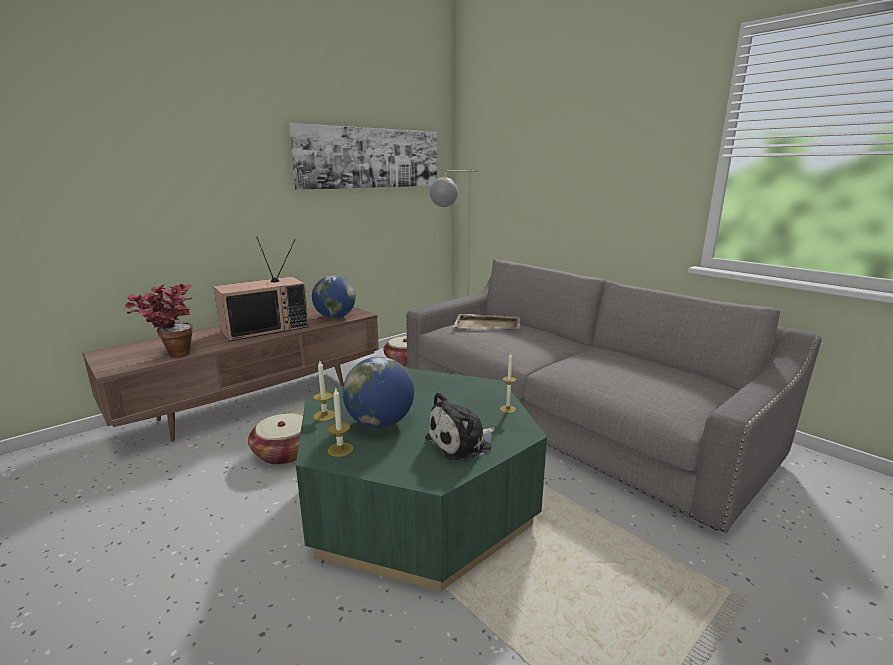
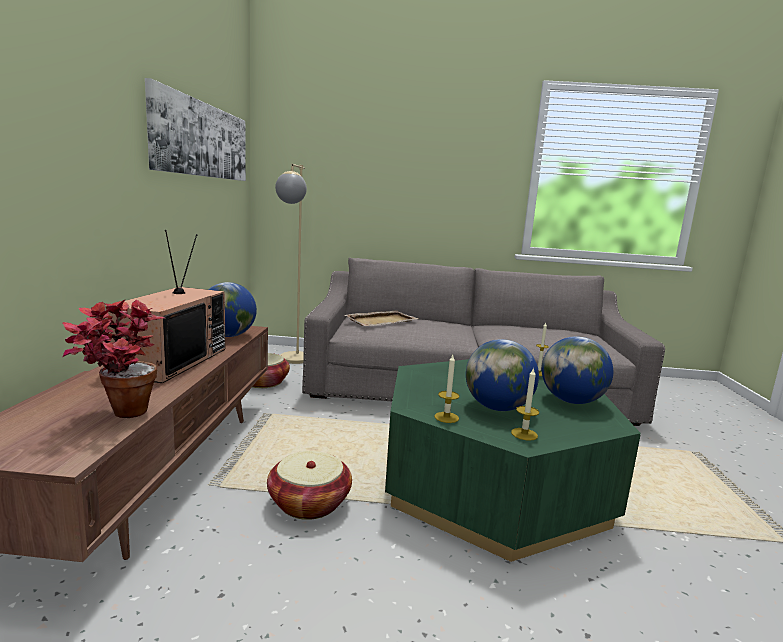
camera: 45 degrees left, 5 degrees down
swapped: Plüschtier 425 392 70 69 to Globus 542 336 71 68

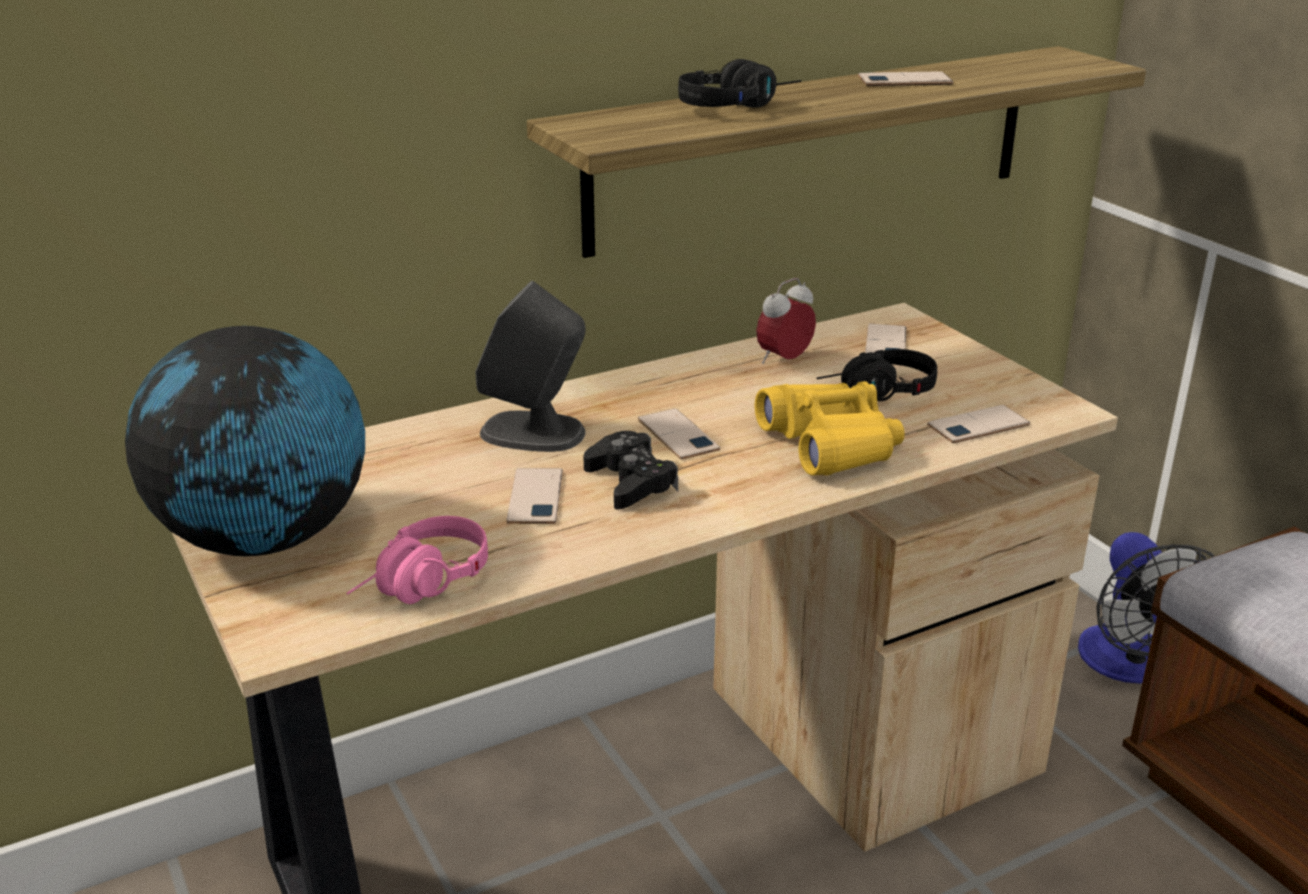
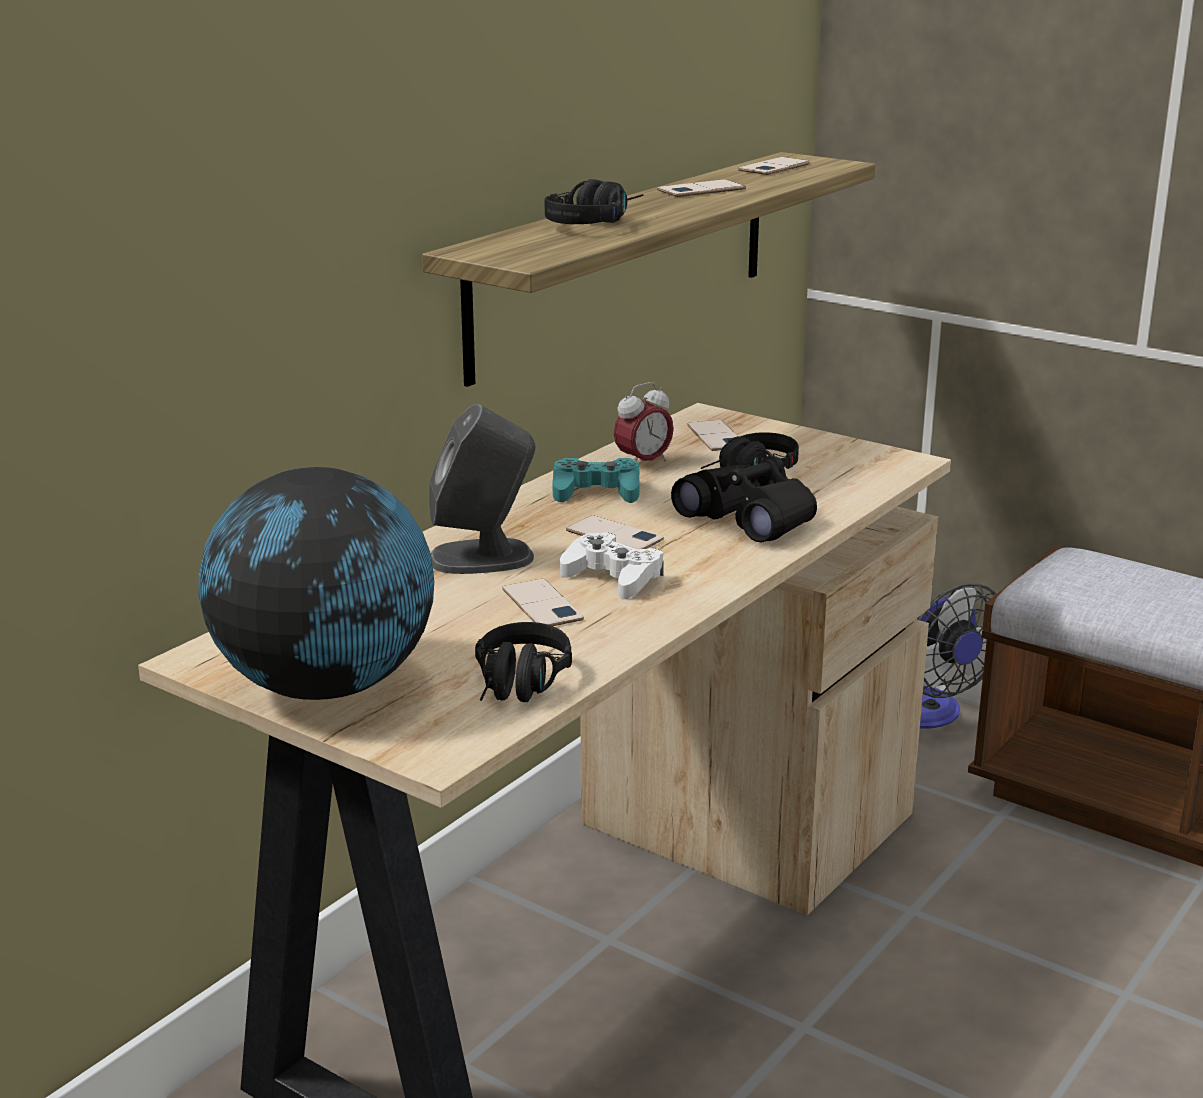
camera: 25 degrees left, 5 degrees down
new: Gamepad (türkis) 553 458 86 45
shifted: Handy 927 405 103 38 to 738 157 72 18
repainted: Kopfhörer (rosa) 346 516 142 88 to Kopfhörer (schwarz) 475 622 97 80; Gamepad (schwarz) 583 431 95 79 to Gamepad (weiß) 560 532 104 68; Fernglas (gelb) 755 381 150 94 to Fernglas (schwarz) 671 455 146 88
rotated: Wecker 756 278 60 86 = 614 382 60 80 150 degrees counterclockwise

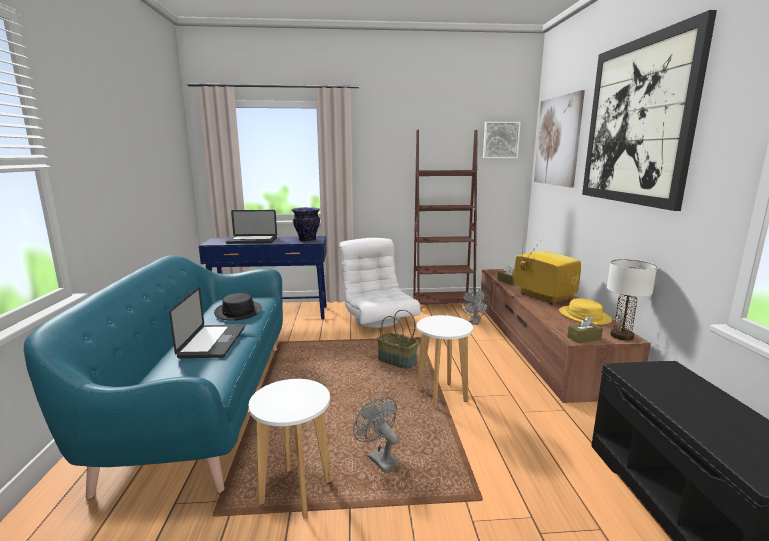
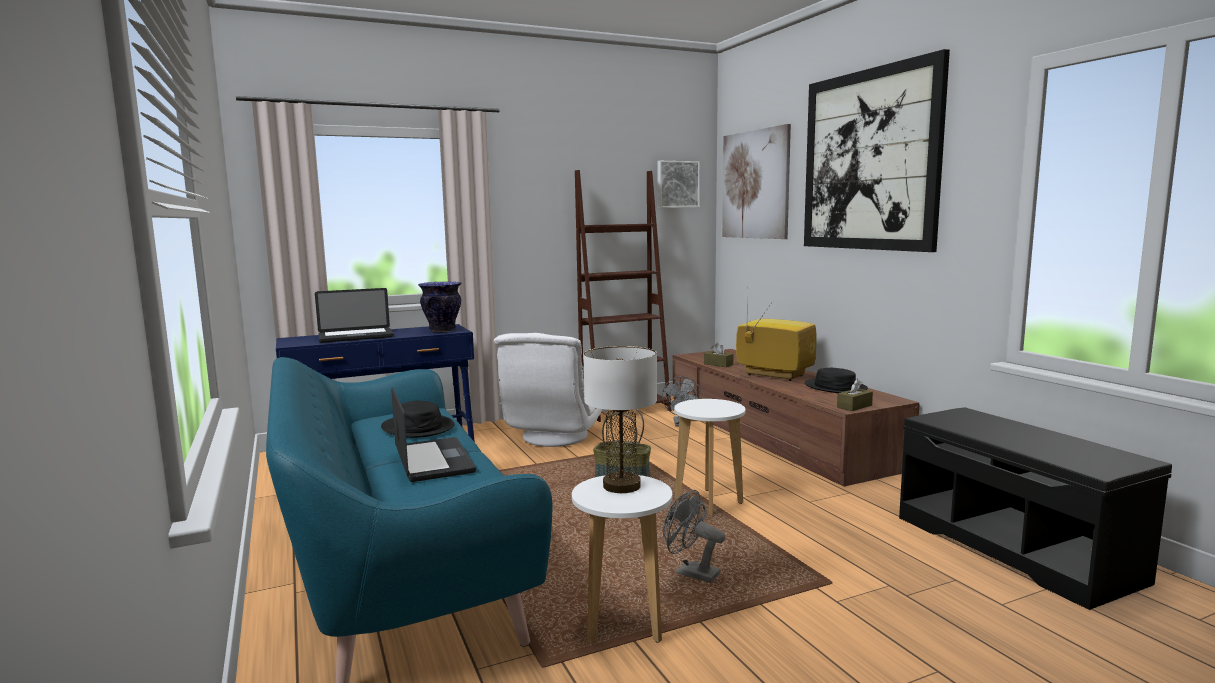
camera: 20 degrees left, 5 degrees down
shifted: Tischlampe 607 259 50 82 to 583 346 74 147
repainted: Hut (gelb) 559 298 53 27 to Hut (schwarz) 805 368 63 25
rotated: Sessel (weiß) 339 238 82 90 = 493 333 115 114 120 degrees counterclockwise

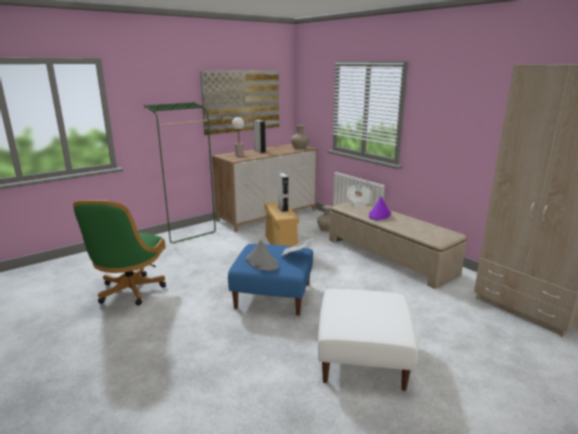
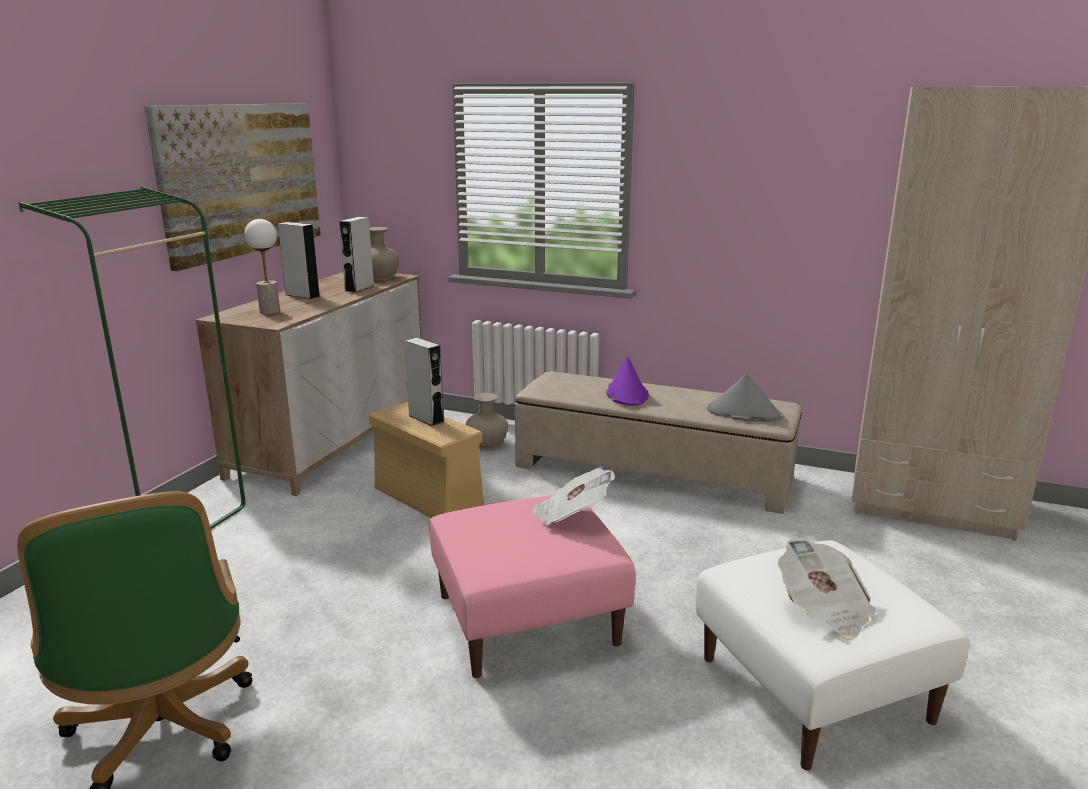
camera: 30 degrees left, 0 degrees up
new: Lautsprecher (grau) 339 217 36 75
shifted: Hut (grau) 246 240 33 31 to 707 374 76 48; Zeitung 346 184 26 23 to 778 537 99 104
repainted: Polsterhocker (blau) 228 244 85 72 to Polsterhocker (rosa) 429 495 206 183

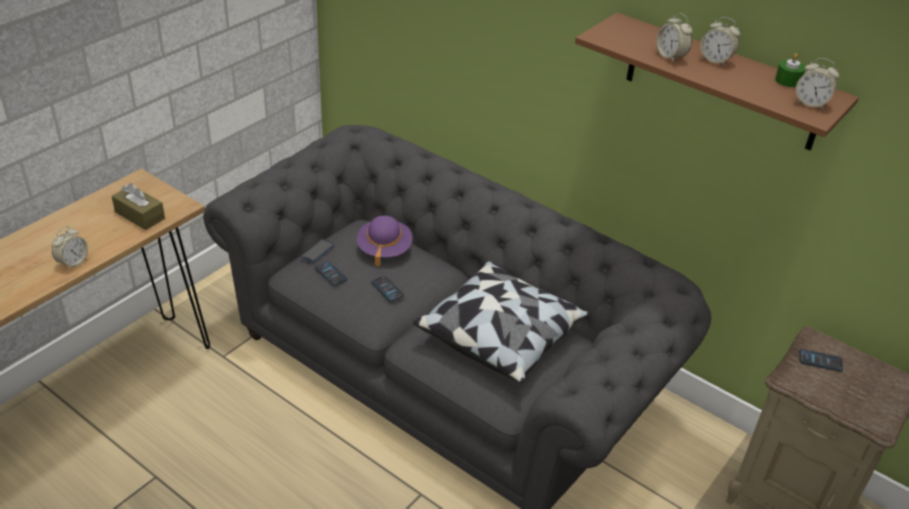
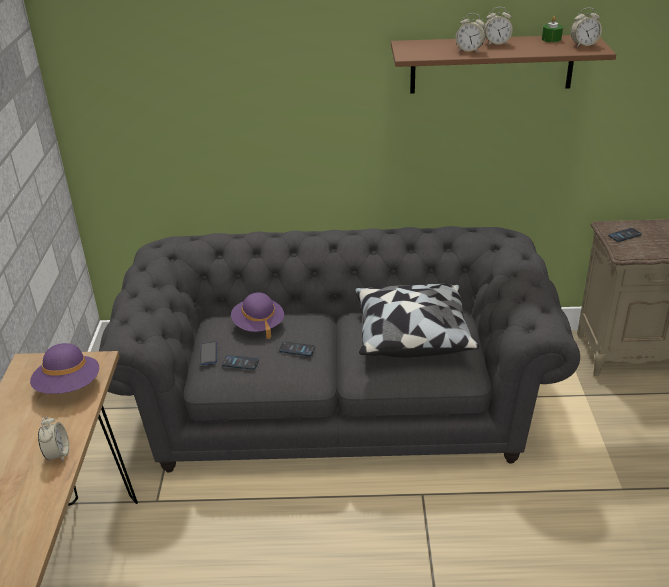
camera: 35 degrees left, 5 degrees down
swapped: Taschentuchbox (braun) 112 183 53 47 to Hut (lila) 30 343 69 51

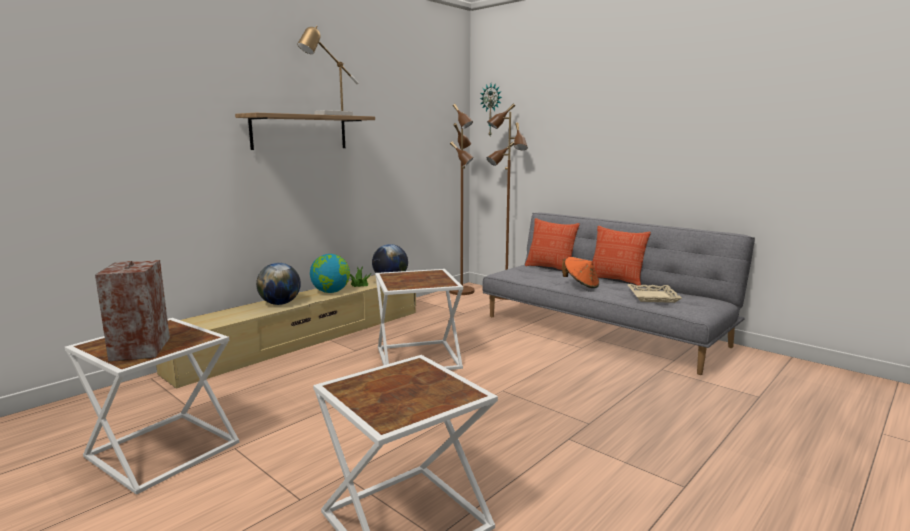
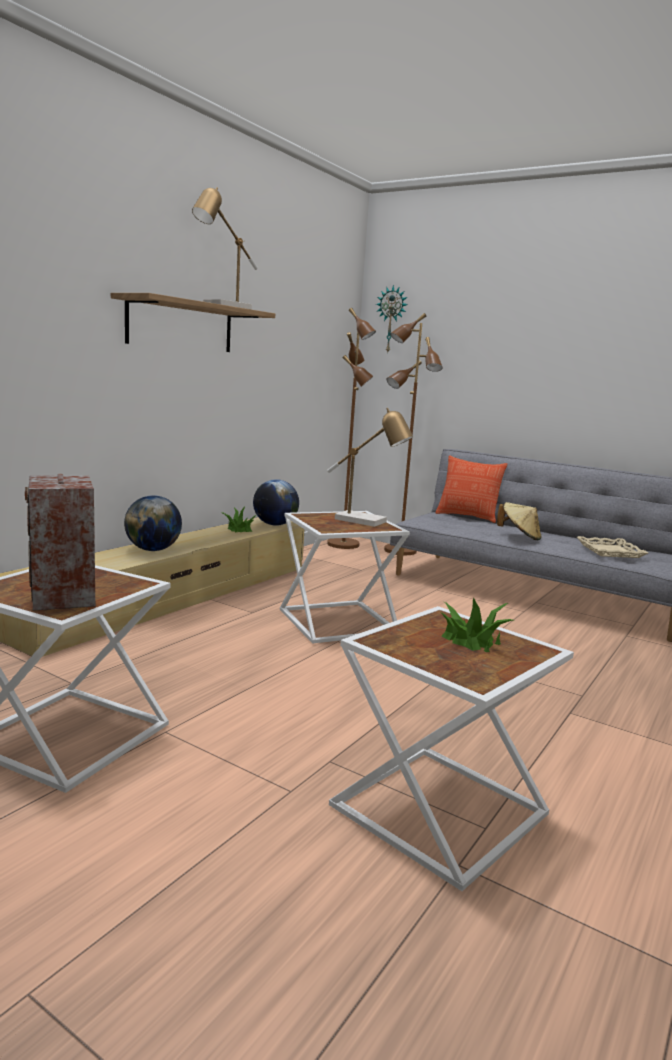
camera: 10 degrees left, 0 degrees up
gone: Globus 310 254 40 39; Kissen (orange) 592 226 59 60
new: Tischlampe 327 408 86 119; Topfpflanze 440 597 74 55
repainted: Hut (orange) 562 257 37 31 to Hut (beige) 497 502 44 38

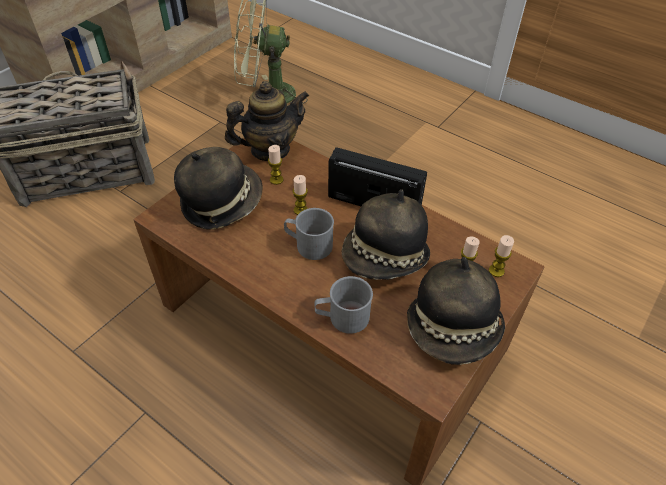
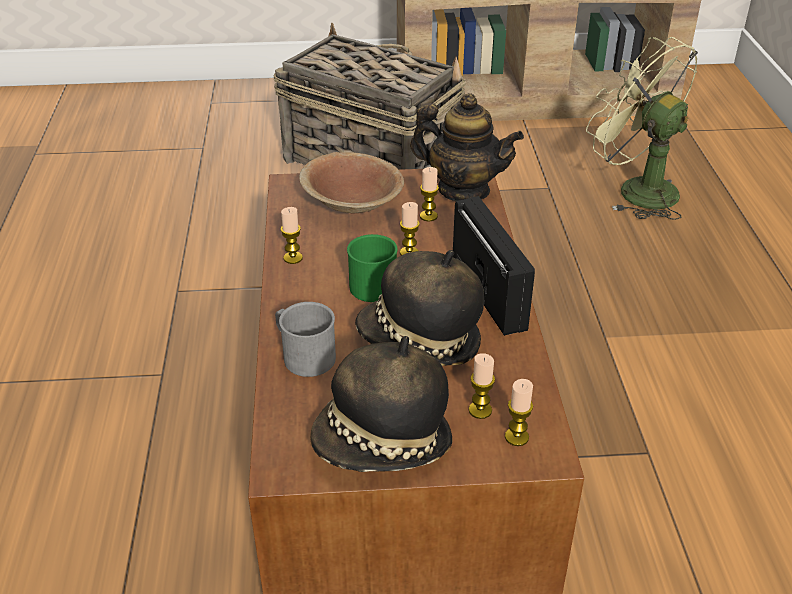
camera: 50 degrees right, 10 degrees down
new: Kerze 281 207 22 57
swapped: Hut 174 147 89 83 to Schüssel (braun) 299 152 105 61
repainted: Henkelbecher (grau) 284 208 50 52 to Henkelbecher (grün) 347 234 51 68

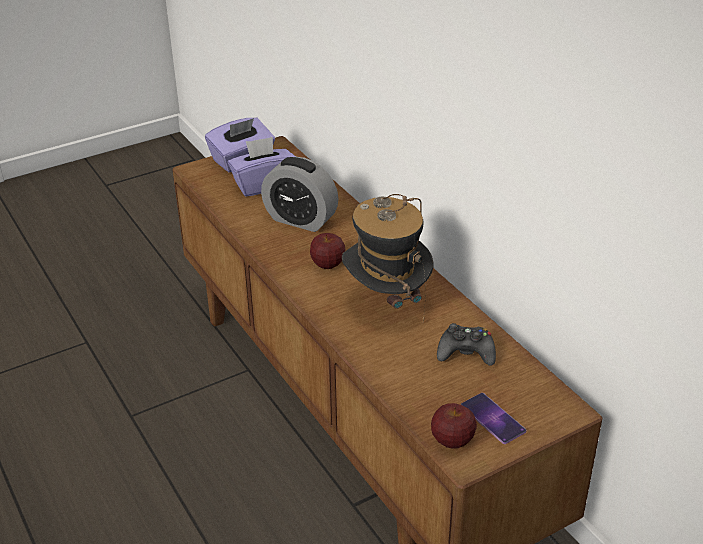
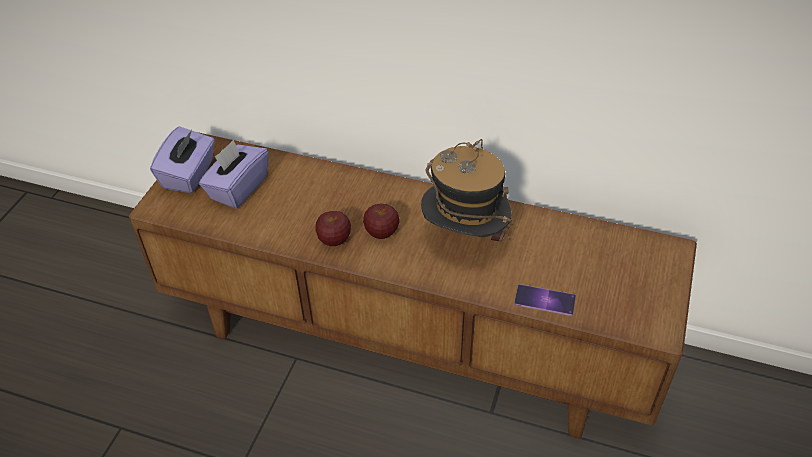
camera: 40 degrees left, 10 degrees up
gone: Wecker 261 157 78 75; Gamepad (schwarz) 437 323 59 43
shifted: Apfel 431 403 46 46 to 316 211 35 35; Handy 461 393 65 51 to 514 284 62 32

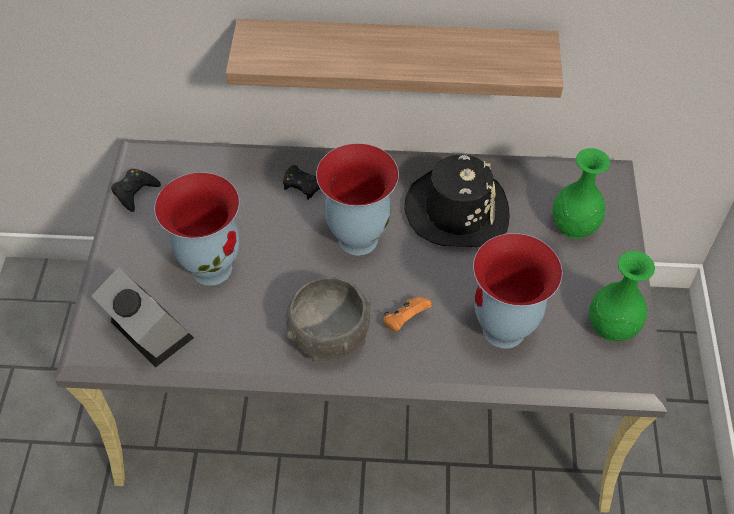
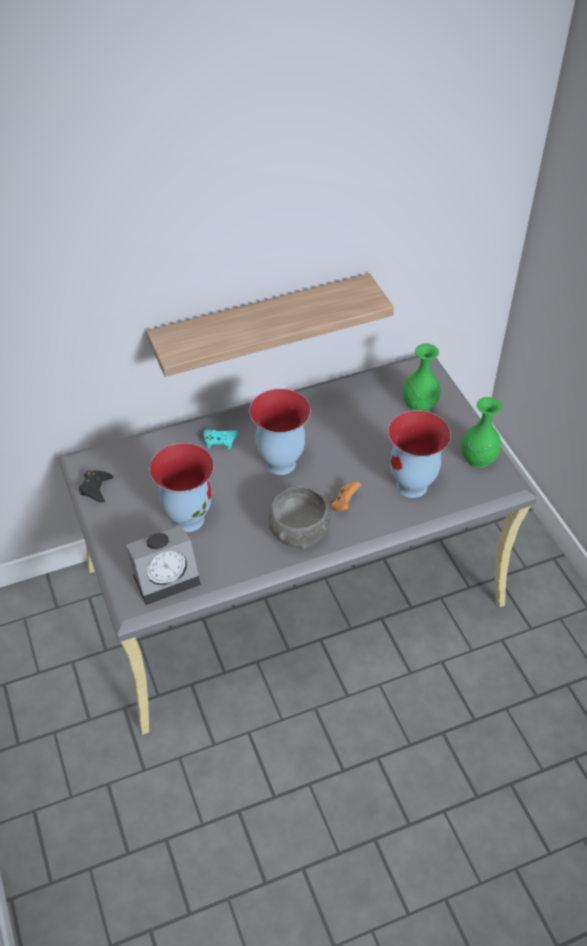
camera: 25 degrees left, 5 degrees down
gone: Hut (schwarz) 404 154 106 93
repainted: Gamepad (schwarz) 283 165 37 35 to Gamepad (türkis) 203 429 35 21
rotated: Wecker 91 267 103 101 = 126 526 75 79 135 degrees clockwise

